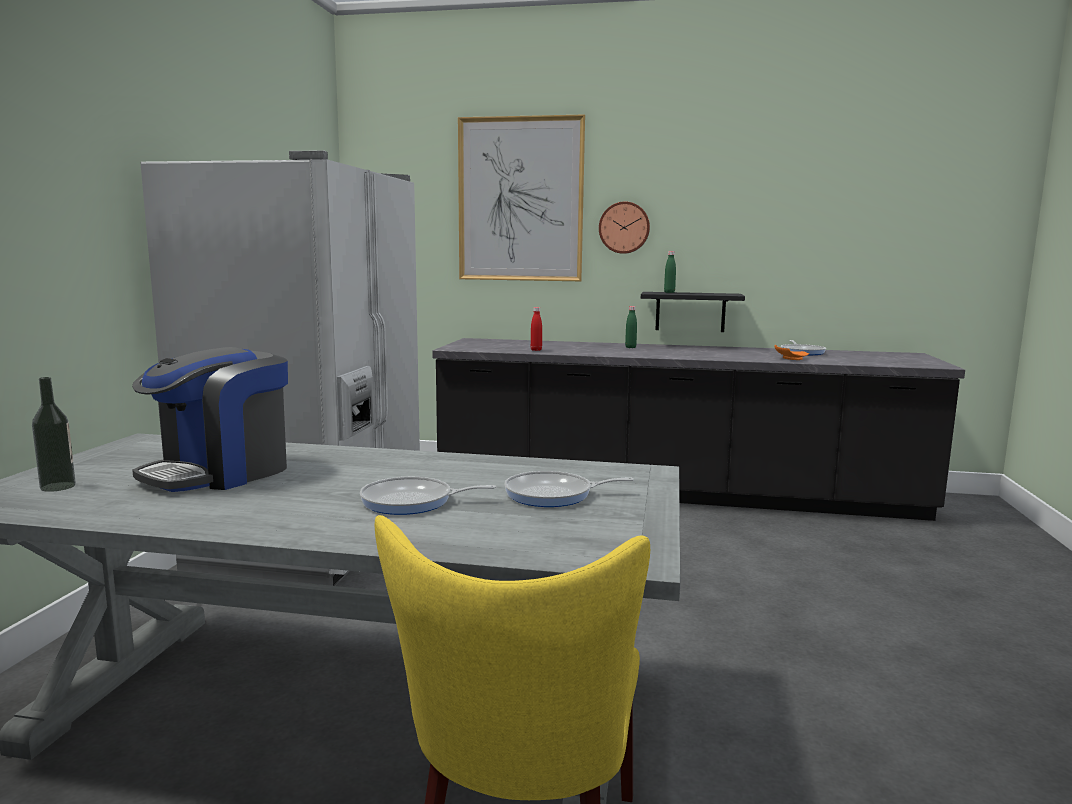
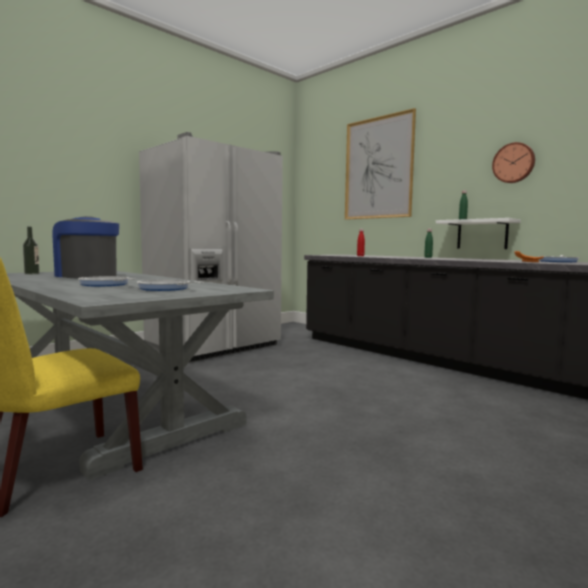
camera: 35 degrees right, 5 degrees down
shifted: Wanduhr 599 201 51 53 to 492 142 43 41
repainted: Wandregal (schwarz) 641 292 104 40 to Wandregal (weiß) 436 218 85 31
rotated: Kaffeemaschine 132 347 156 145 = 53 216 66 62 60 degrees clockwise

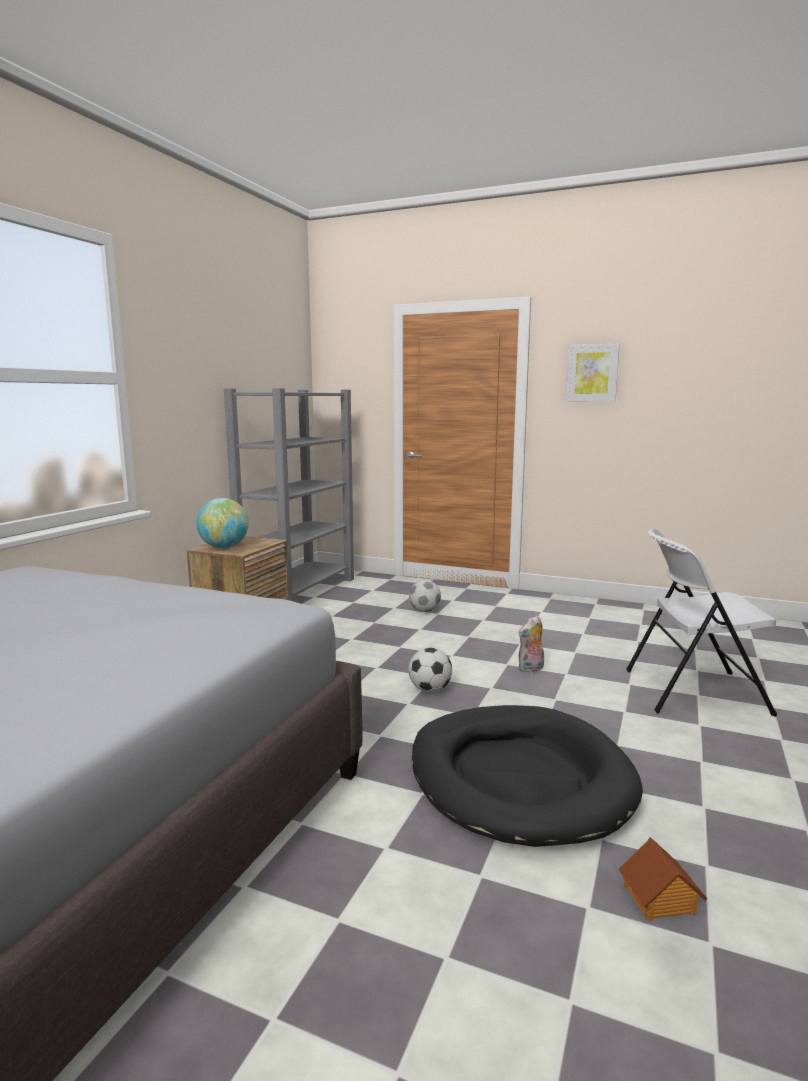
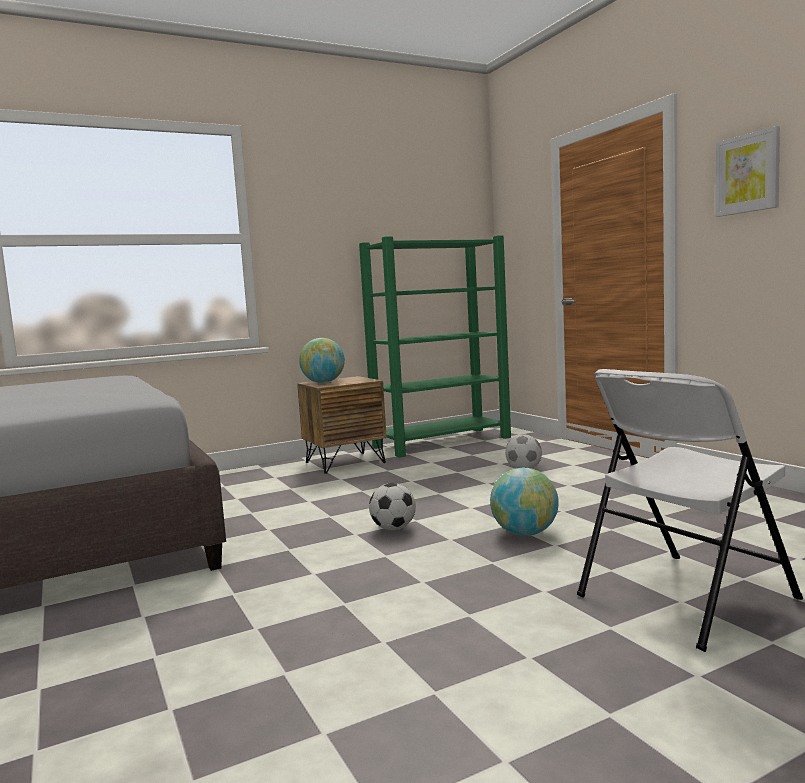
camera: 40 degrees right, 5 degrees down
gone: Hundebett (schwarz) 412 705 231 142; Spielzeughaus 618 837 89 84
swapped: Plüschtier 518 616 26 57 to Globus 490 468 69 68
repainted: Bücherregal (grau) 224 388 130 213 to Bücherregal (grün) 359 235 152 223
rotated: Stuhl (weiß) 626 529 151 188 = 577 369 226 283 75 degrees counterclockwise

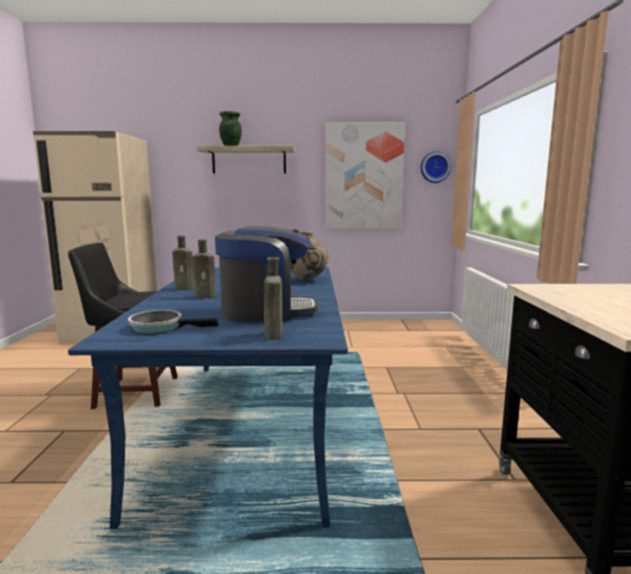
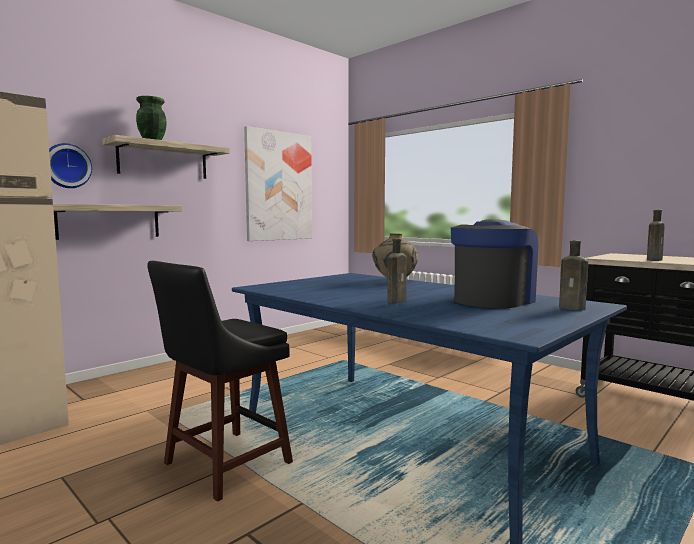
camera: 45 degrees left, 5 degrees down
gone: Pfanne 128 310 91 24
new: Wandregal 53 204 130 36
shifted: Flasche (braun) 172 236 22 54 to 647 210 18 51; Wanduhr 421 151 30 32 to 49 143 43 45

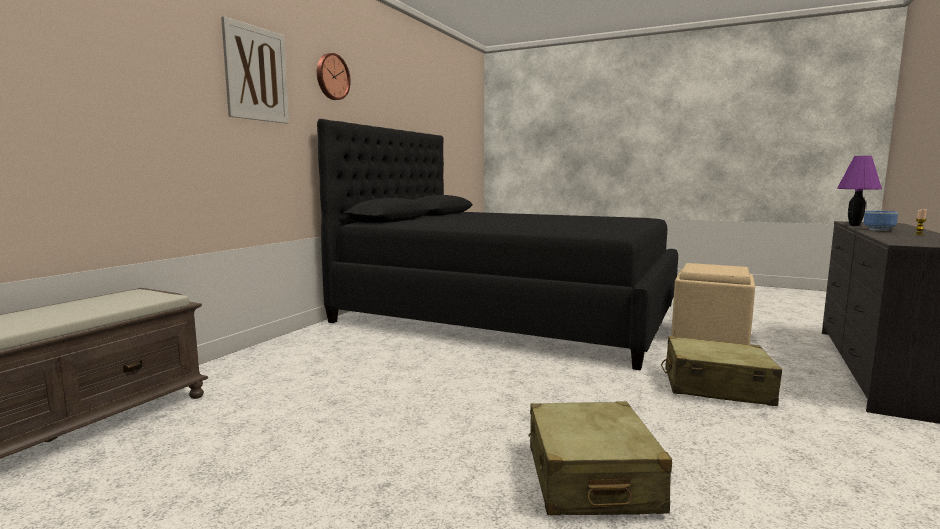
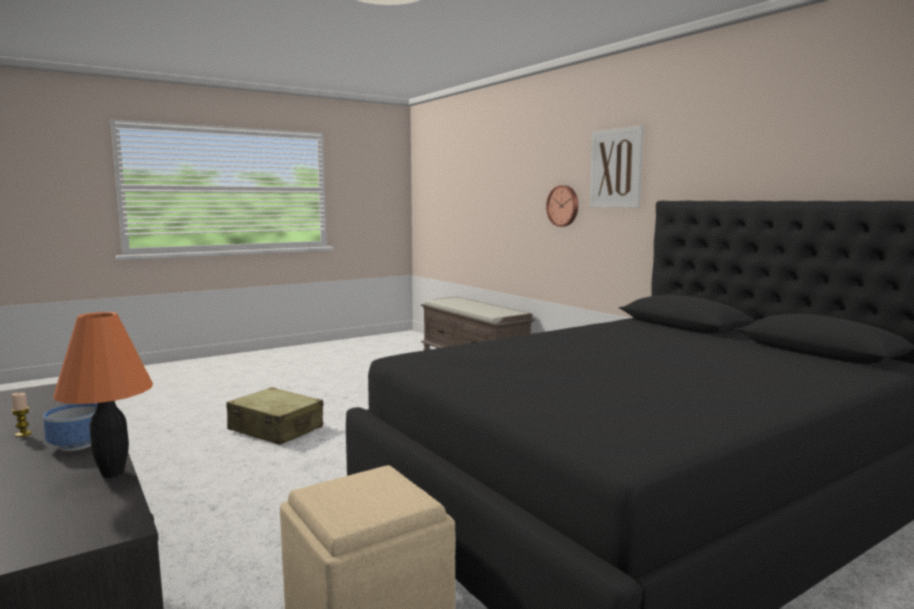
camera: 120 degrees right, 0 degrees up
gone: Koffer (beige) 661 336 121 70
shifted: Wanduhr 317 53 33 47 to 546 185 32 42
repainted: Tischlampe (lila) 837 156 45 70 to Tischlampe (orange) 53 312 100 166

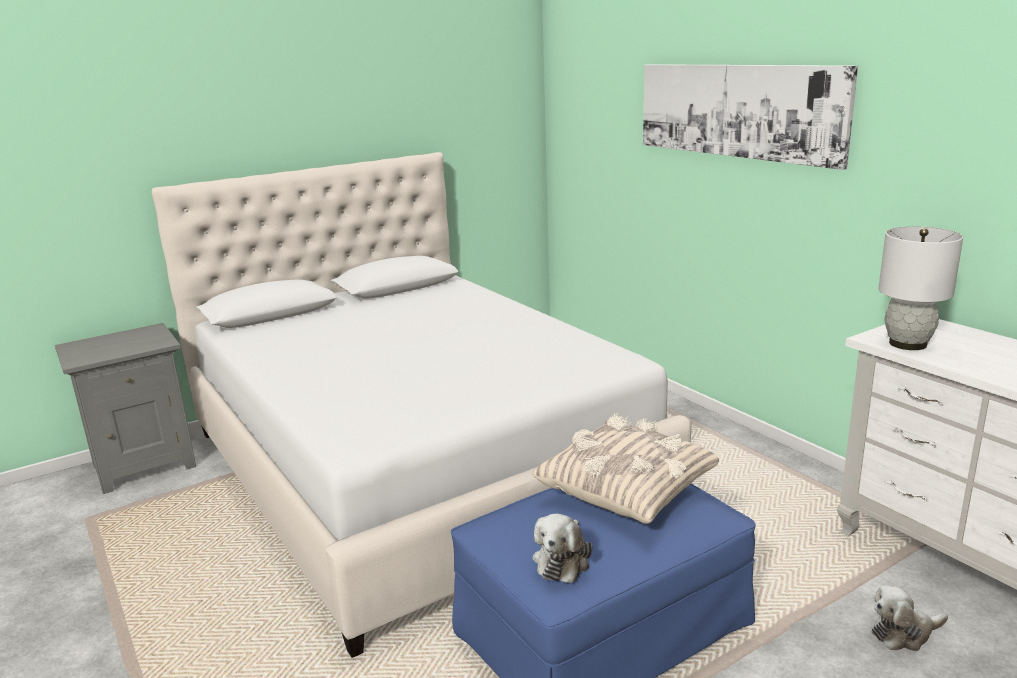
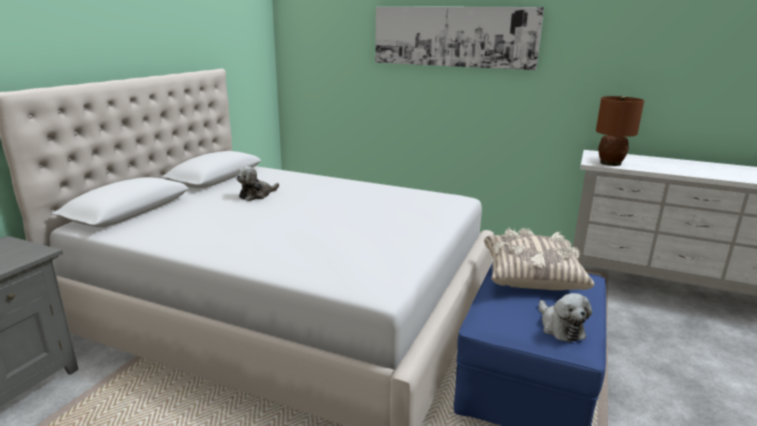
camera: 35 degrees left, 0 degrees up
shifted: Plüschtier 872 585 76 66 to 237 166 42 35
repainted: Tischlampe (weiß) 878 226 85 124 to Tischlampe (braun) 596 96 48 70

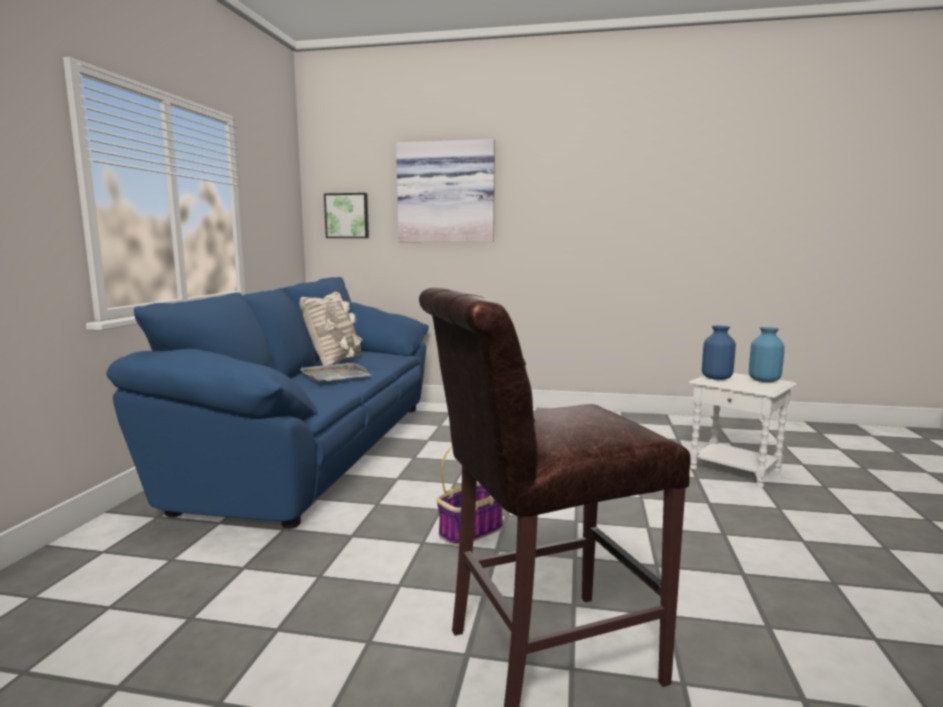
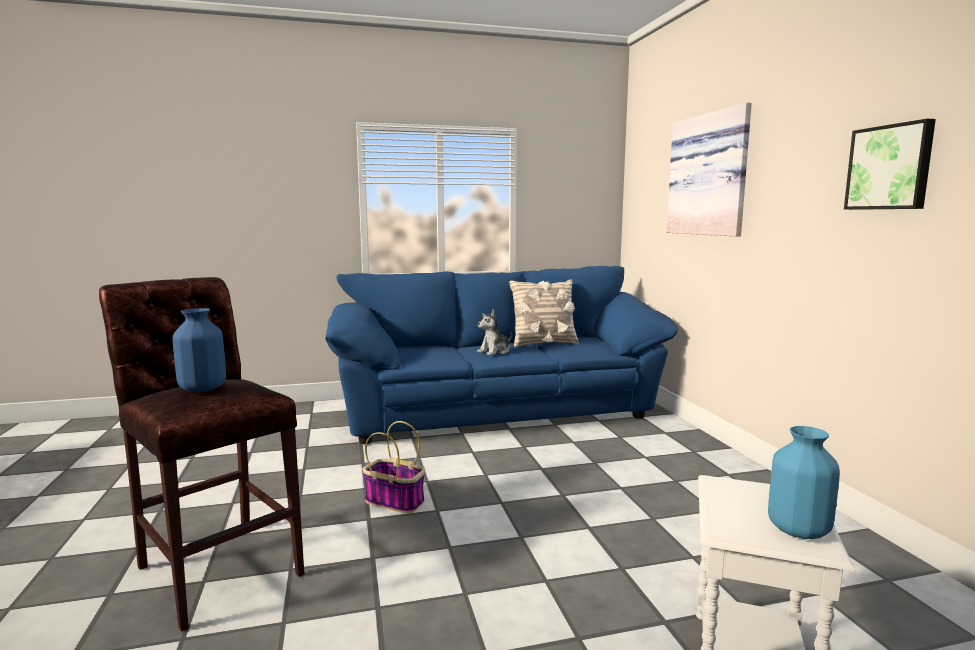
camera: 65 degrees right, 0 degrees up
shifted: Bild 324 193 45 45 to 844 119 92 91; Vase (blau) 702 326 34 54 to 173 308 53 84
swapped: Tablett (grau) 300 363 71 19 to Plüschtier 477 310 35 46

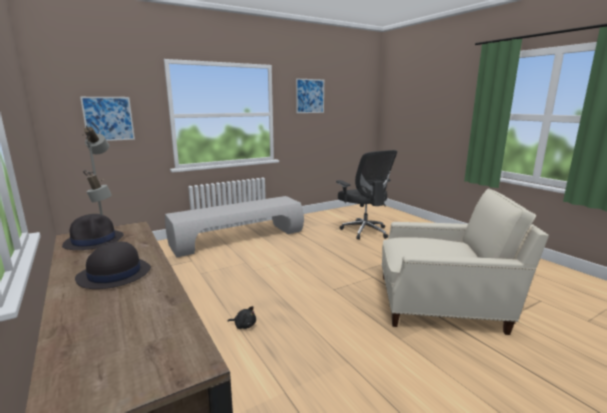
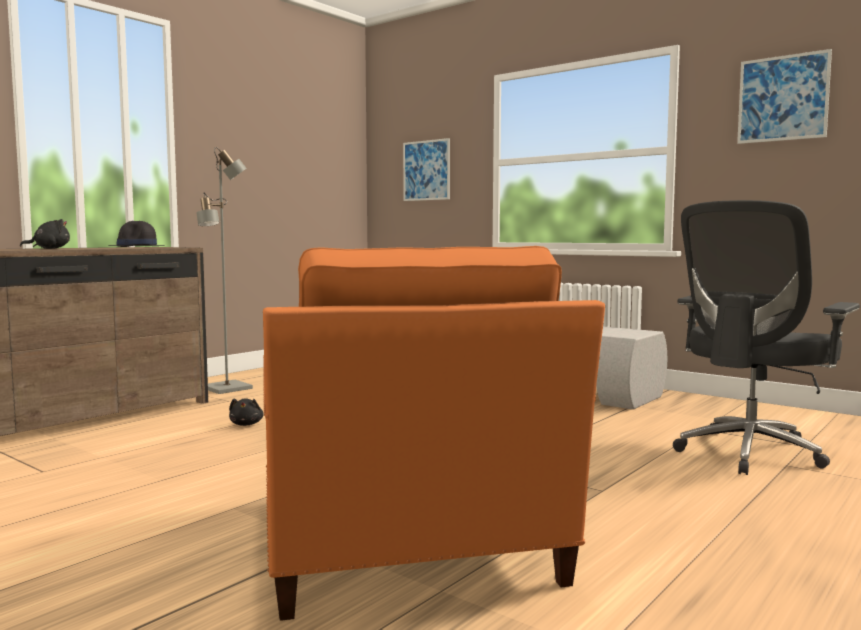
camera: 70 degrees right, 10 degrees down
swapped: Hut (schwarz) 75 242 76 47 to Plüschtier (schwarz) 20 219 50 30
repainted: Sessel (beige) 381 188 168 147 to Sessel (orange) 263 246 342 375

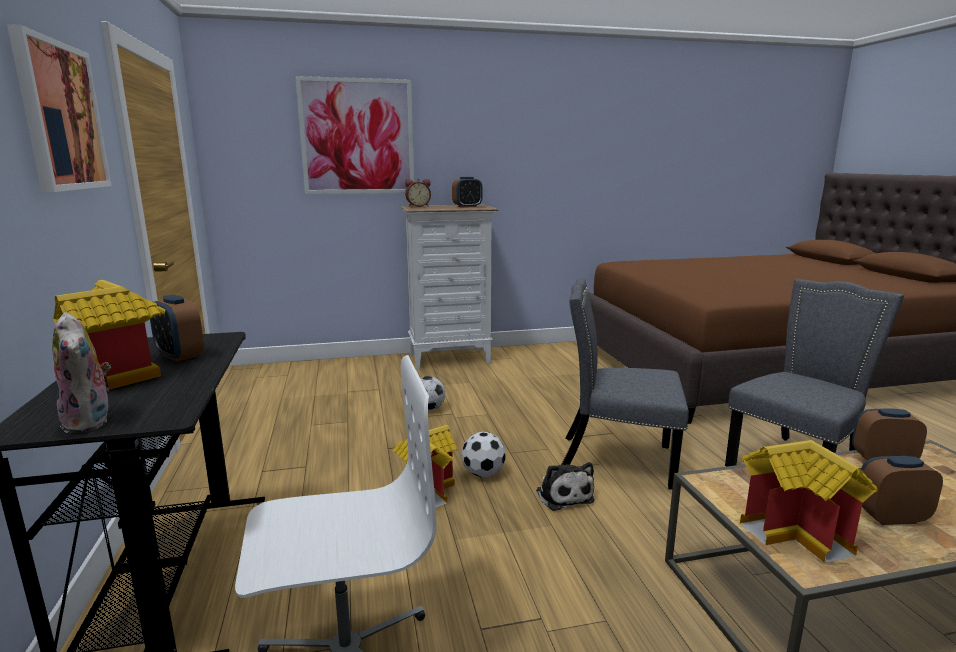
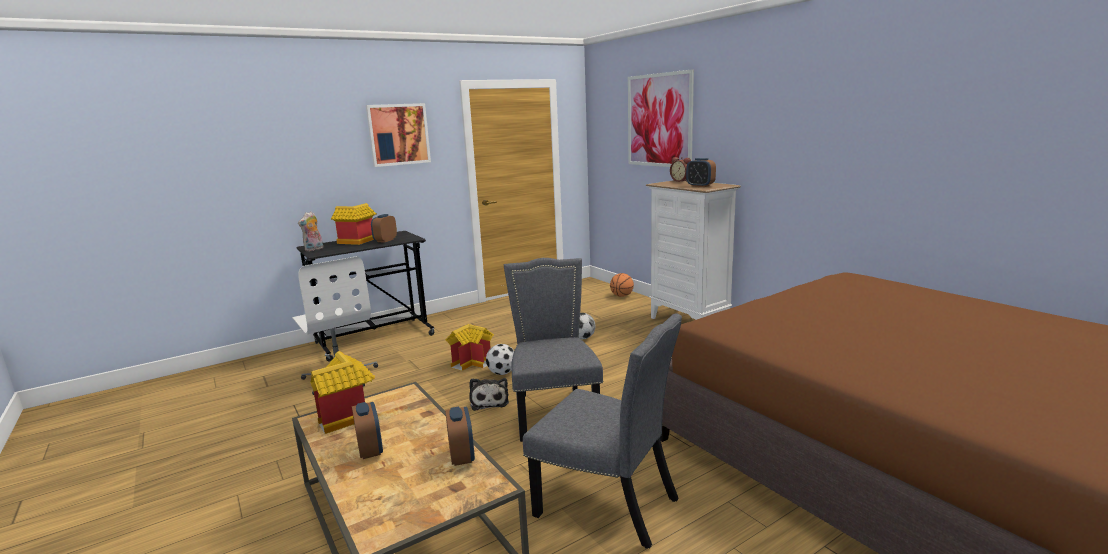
camera: 70 degrees right, 0 degrees up
new: Basketball 610 273 24 24
rotated: Plüschtier 536 462 59 49 = 469 378 40 33 60 degrees counterclockwise

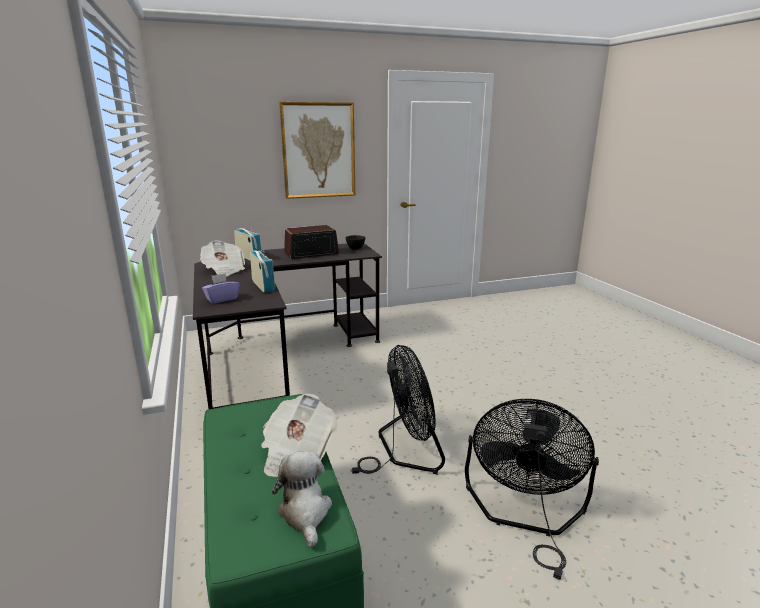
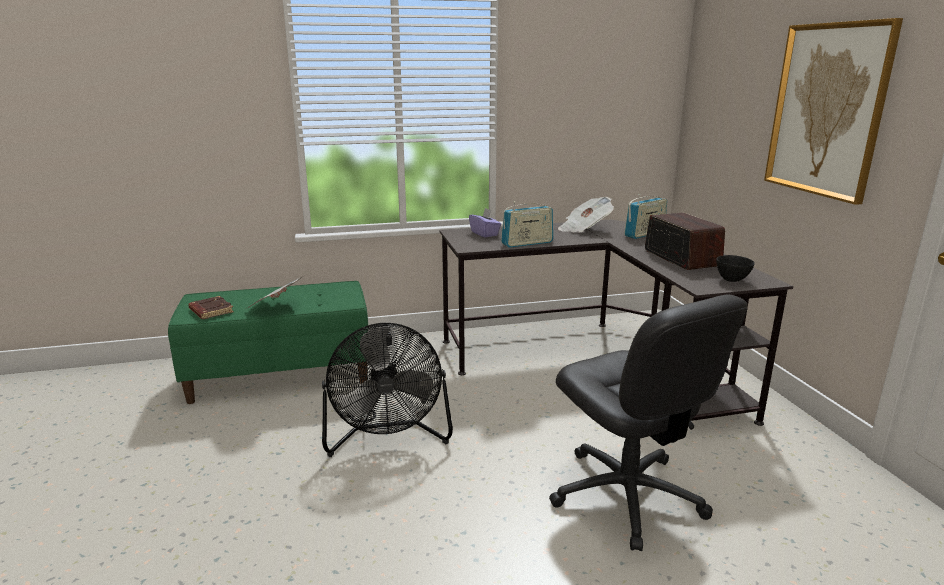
camera: 95 degrees right, 0 degrees up
gone: Ventilator (schwarz) 465 399 134 181
new: Bürostuhl (schwarz) 549 295 198 256
swapped: Plüschtier 272 451 60 97 to Buch (braun) 188 296 46 23

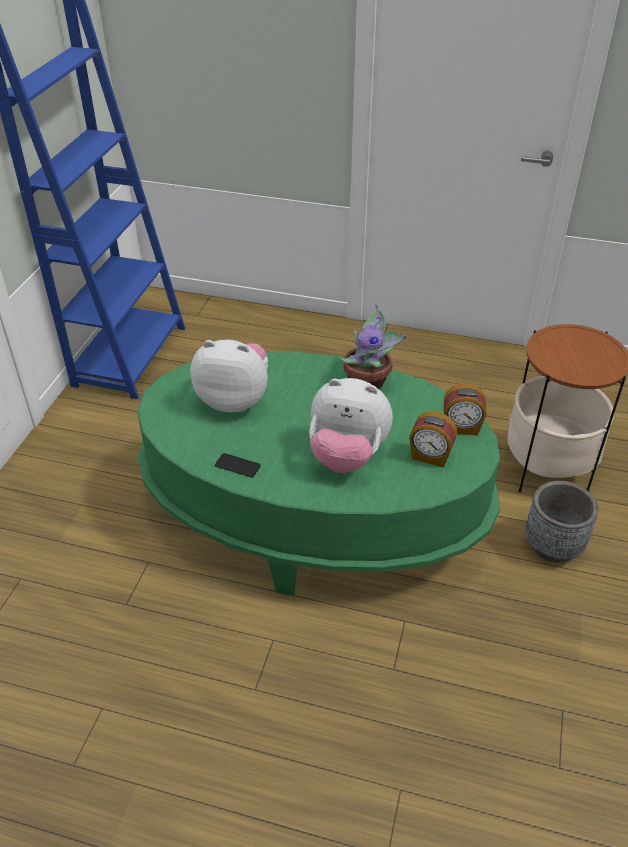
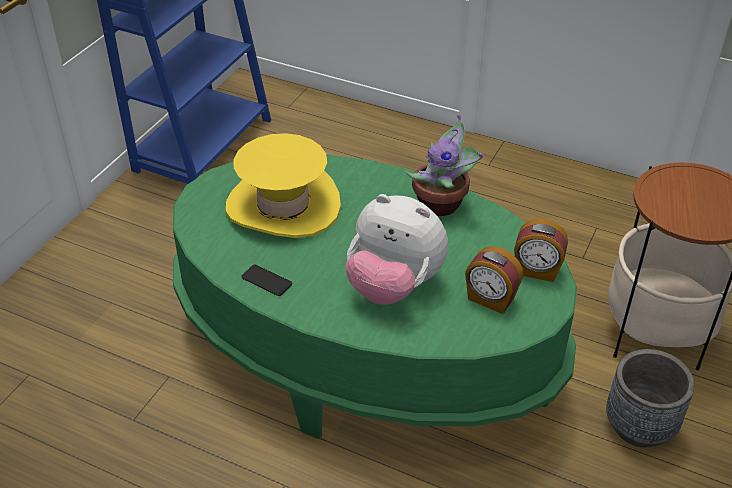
camera: 10 degrees right, 0 degrees up
swapped: Plüschtier 190 340 78 72 to Hut (gelb) 226 133 115 105

